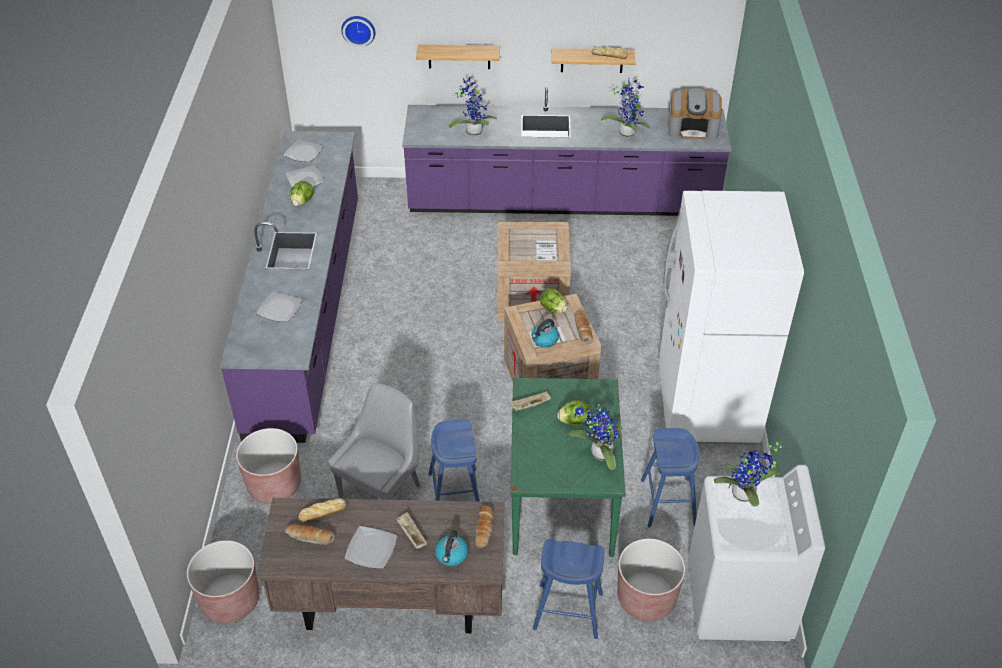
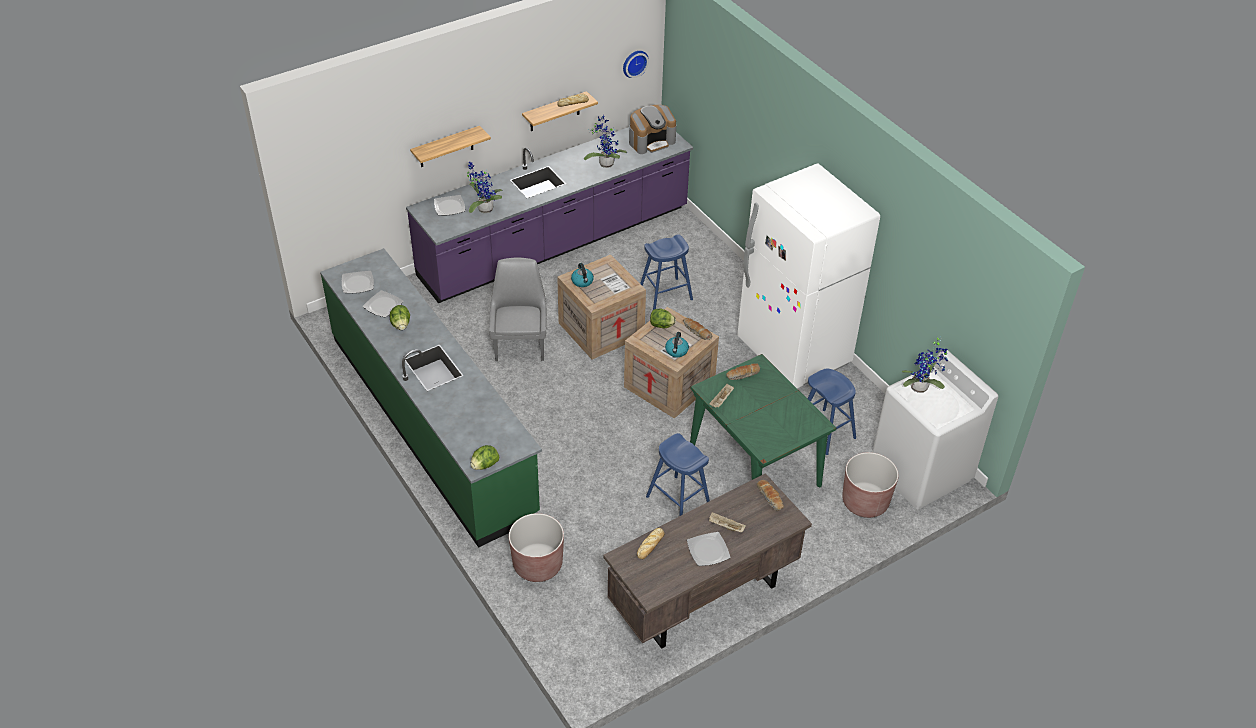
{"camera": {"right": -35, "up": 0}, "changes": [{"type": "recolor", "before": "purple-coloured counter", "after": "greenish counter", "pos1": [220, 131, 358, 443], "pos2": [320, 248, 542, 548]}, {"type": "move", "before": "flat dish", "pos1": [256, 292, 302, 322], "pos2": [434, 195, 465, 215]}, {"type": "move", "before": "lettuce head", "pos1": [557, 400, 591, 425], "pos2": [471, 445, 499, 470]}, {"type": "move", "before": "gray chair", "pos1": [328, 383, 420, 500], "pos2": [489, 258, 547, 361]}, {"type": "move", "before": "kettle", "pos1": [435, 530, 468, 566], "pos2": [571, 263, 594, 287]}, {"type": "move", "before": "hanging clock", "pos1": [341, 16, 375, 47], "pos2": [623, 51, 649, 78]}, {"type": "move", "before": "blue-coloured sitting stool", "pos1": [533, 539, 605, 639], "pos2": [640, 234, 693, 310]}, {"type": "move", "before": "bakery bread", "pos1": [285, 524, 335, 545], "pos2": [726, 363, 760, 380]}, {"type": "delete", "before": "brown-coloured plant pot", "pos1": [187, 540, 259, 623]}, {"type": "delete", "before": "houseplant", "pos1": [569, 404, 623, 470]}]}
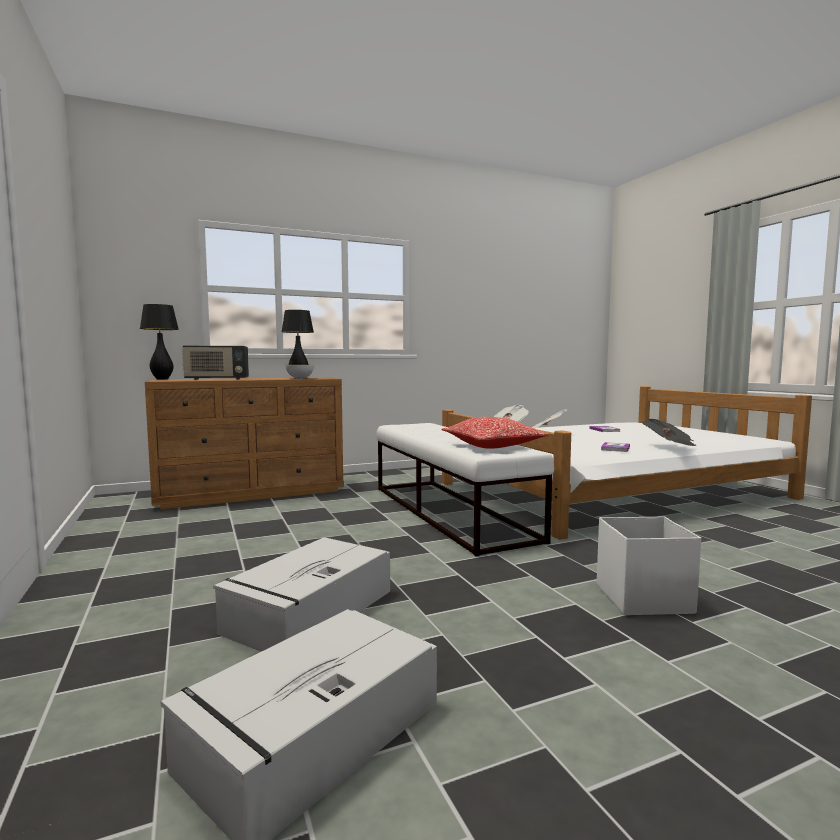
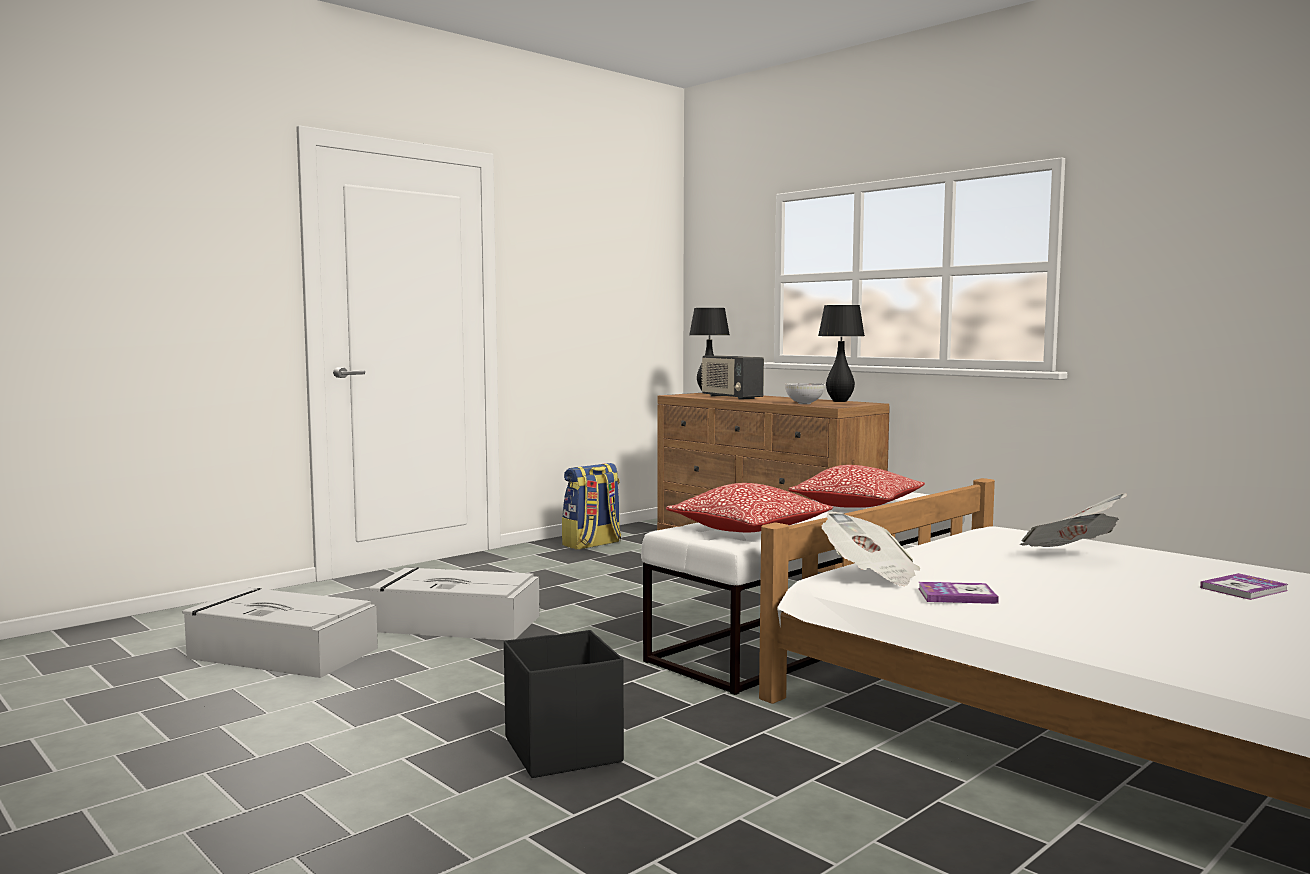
{"camera": {"right": 70, "up": 0}, "changes": [{"type": "recolor", "before": "white-coloured storage box", "after": "blackish storage box", "pos1": [597, 516, 701, 615], "pos2": [504, 630, 624, 778]}, {"type": "insert", "after": "backpack", "pos2": [562, 463, 621, 550]}, {"type": "insert", "after": "throw pillow", "pos2": [788, 465, 925, 508]}, {"type": "move", "before": "daily paper", "pos1": [642, 419, 697, 446], "pos2": [821, 512, 920, 586]}]}
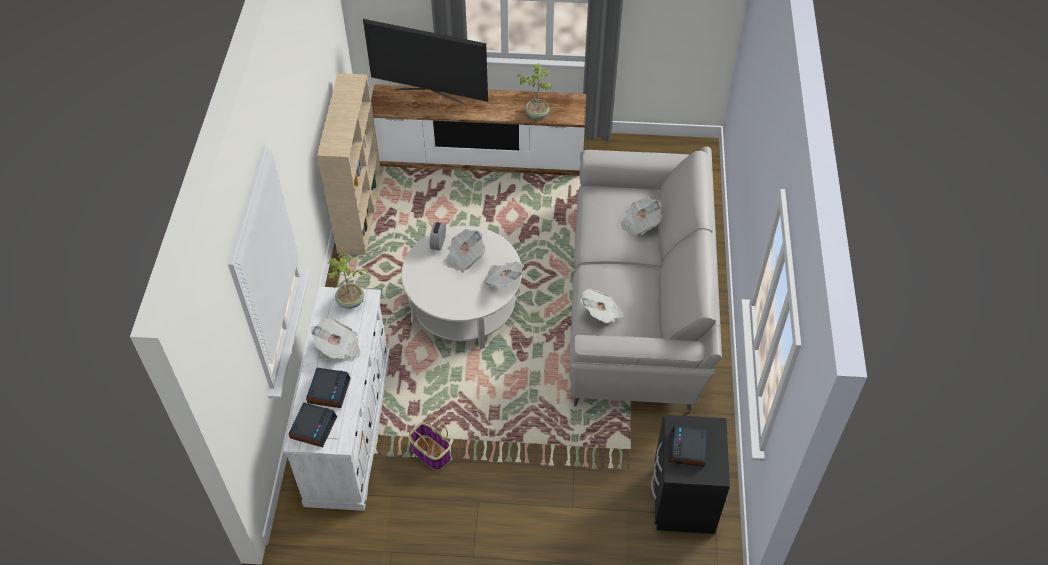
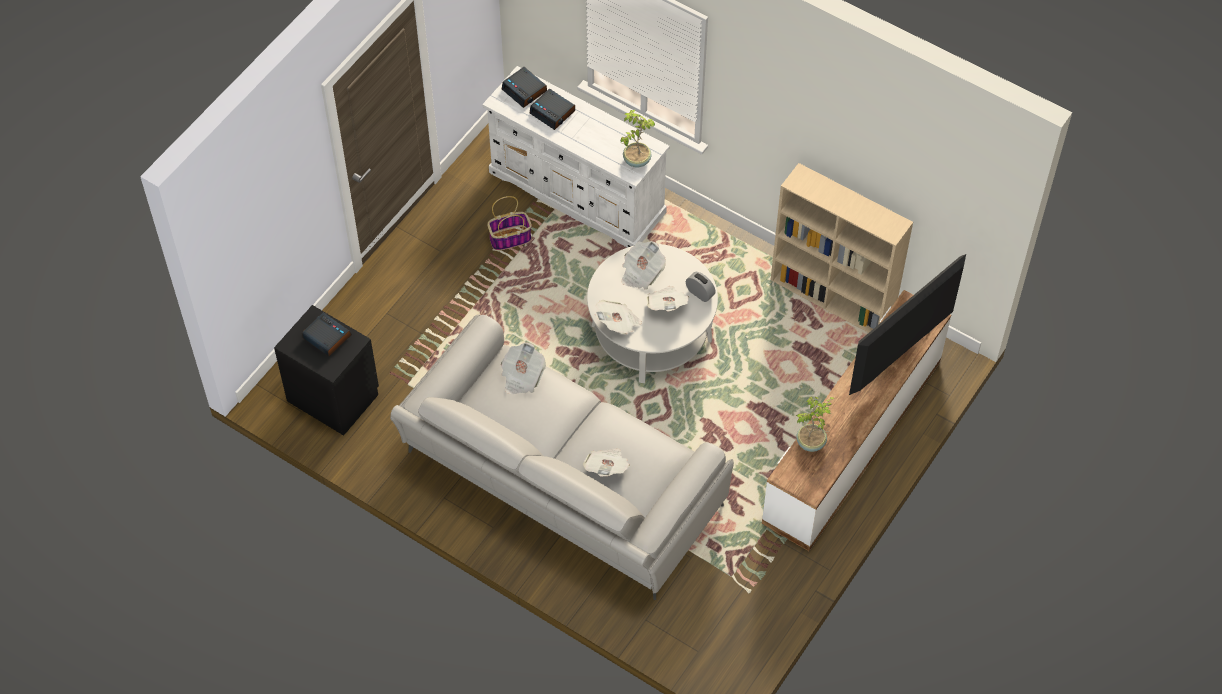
{"camera": {"right": 120, "up": 5}, "changes": [{"type": "move", "before": "daily paper", "pos1": [311, 318, 360, 359], "pos2": [621, 241, 666, 290]}]}
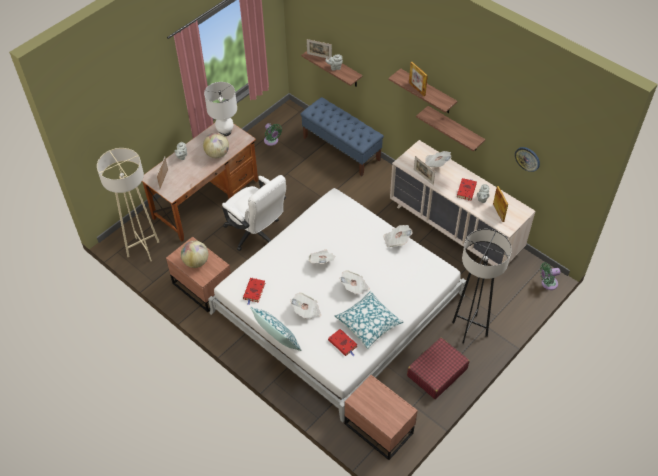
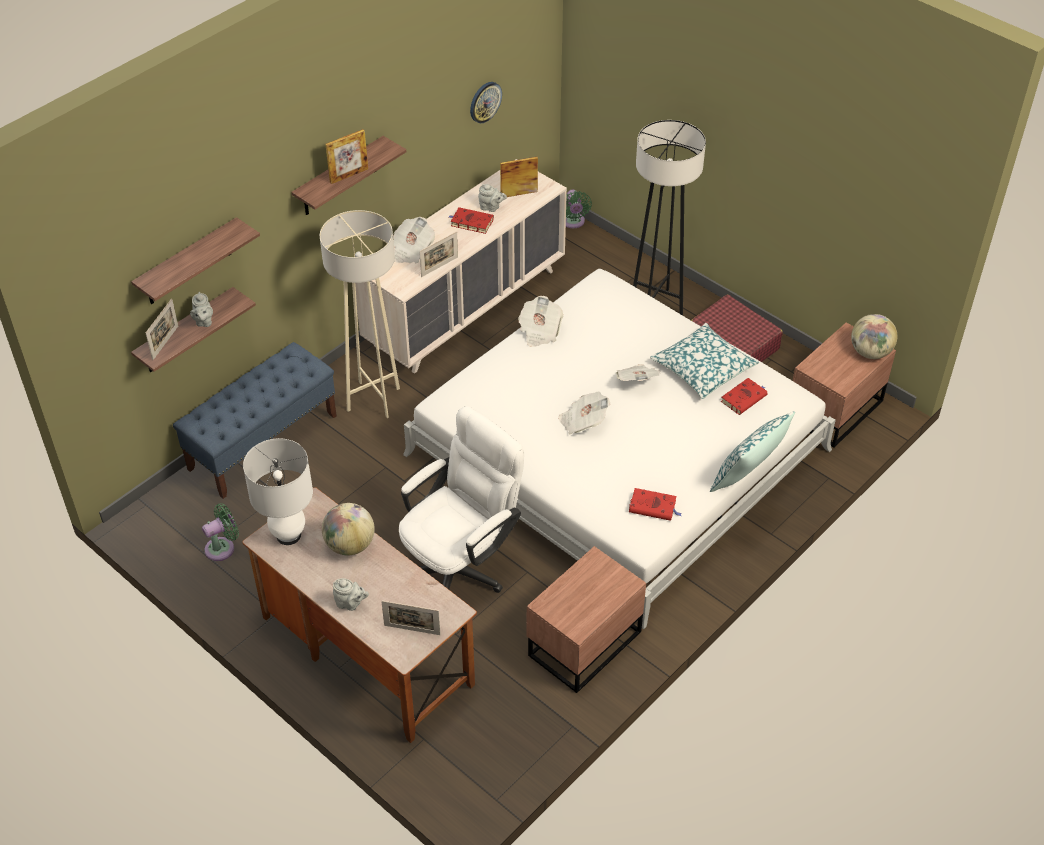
{"camera": {"right": -90, "up": -5}, "changes": [{"type": "move", "before": "wall shelf", "pos1": [416, 106, 485, 151], "pos2": [131, 217, 260, 304]}, {"type": "move", "before": "beige-coloured floor lamp", "pos1": [97, 148, 159, 261], "pos2": [320, 210, 400, 418]}, {"type": "move", "before": "desk globe", "pos1": [181, 241, 208, 268], "pos2": [851, 314, 897, 359]}, {"type": "delete", "before": "daily paper", "pos1": [290, 293, 321, 319]}]}
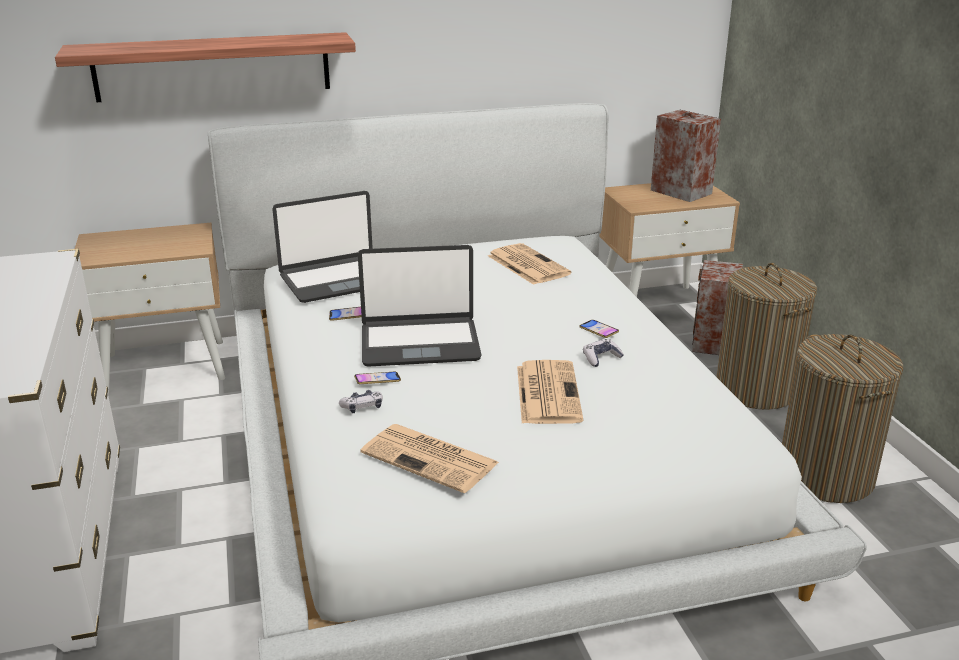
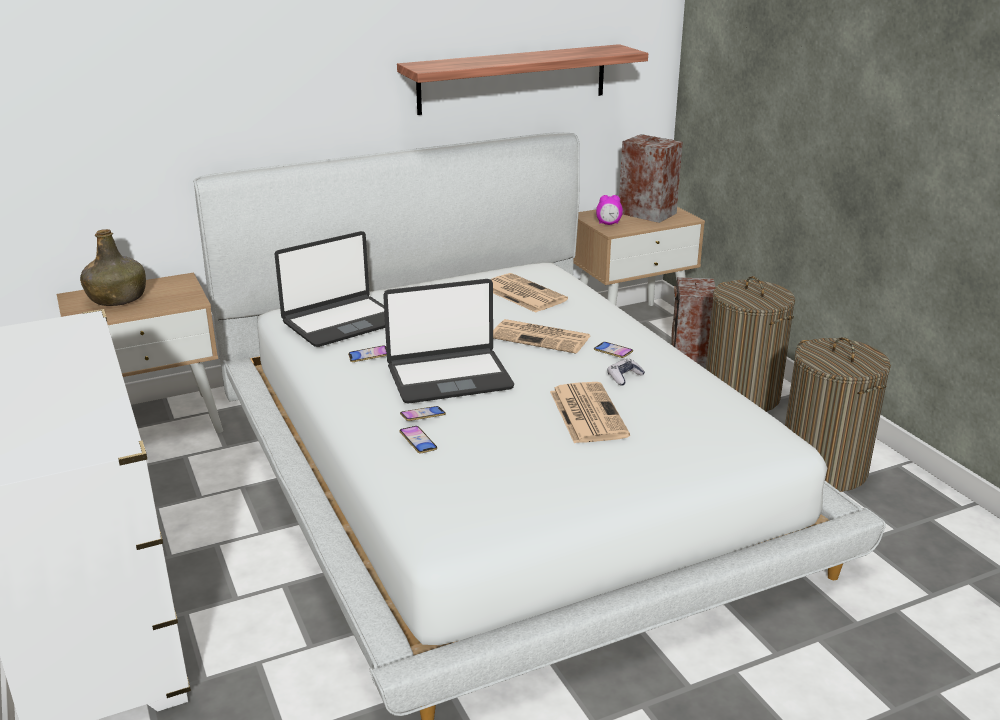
{"camera": {"right": -10, "up": 0}, "changes": [{"type": "insert", "after": "greenish drink bottle", "pos2": [80, 229, 146, 306]}, {"type": "move", "before": "wall shelf", "pos1": [55, 32, 356, 102], "pos2": [397, 44, 648, 115]}, {"type": "replace", "before": "game controller", "after": "handset", "pos1": [339, 390, 383, 413], "pos2": [399, 426, 437, 453]}, {"type": "move", "before": "daily paper", "pos1": [361, 424, 499, 493], "pos2": [493, 319, 590, 353]}, {"type": "insert", "after": "alarm clock", "pos2": [596, 195, 623, 225]}]}
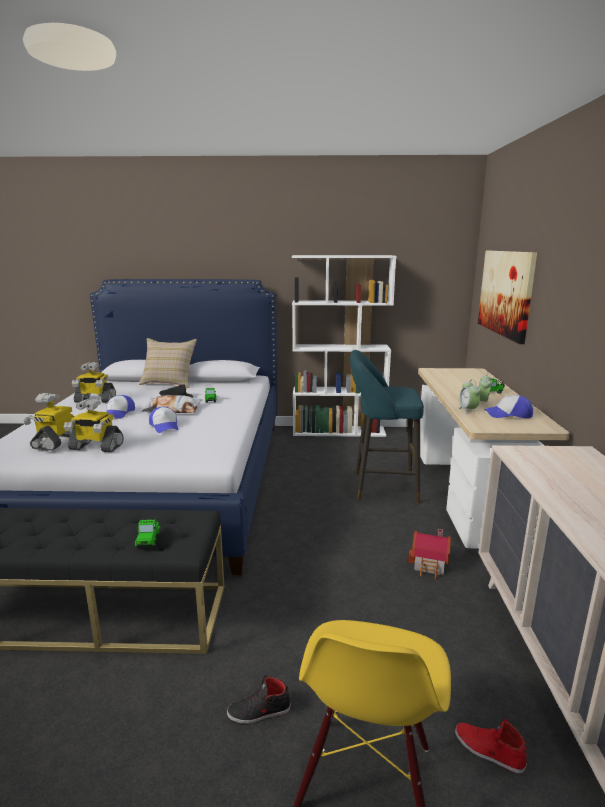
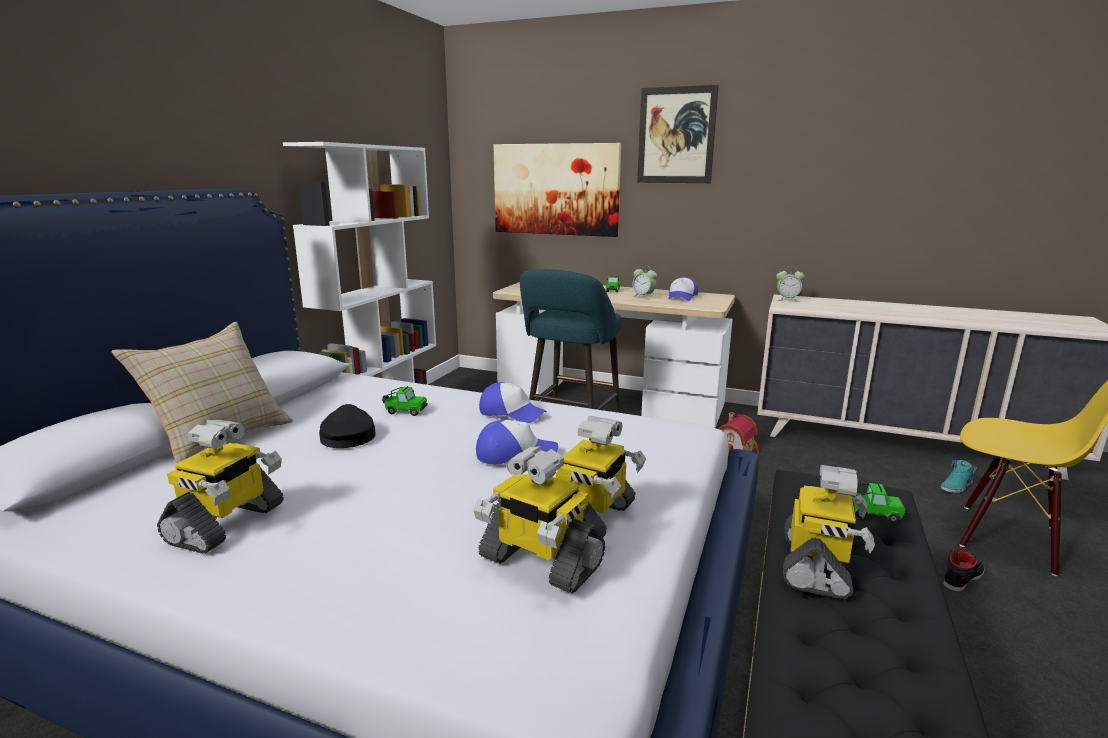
{"camera": {"right": -70, "up": 0}, "changes": [{"type": "move", "before": "peaked cap", "pos1": [107, 395, 135, 419], "pos2": [479, 382, 547, 423]}, {"type": "insert", "after": "wall art", "pos2": [637, 85, 719, 183]}, {"type": "move", "before": "alarm clock", "pos1": [458, 379, 481, 415], "pos2": [776, 267, 805, 302]}, {"type": "insert", "after": "model robot", "pos2": [783, 465, 875, 600]}, {"type": "recolor", "before": "red shoe", "after": "blue-green shoe", "pos1": [455, 719, 527, 774], "pos2": [940, 460, 977, 493]}, {"type": "rotate", "before": "blackish shoe", "pos1": [227, 675, 291, 724], "pos2": [943, 549, 985, 592], "turn": -135}, {"type": "delete", "before": "throw pillow", "pos1": [142, 395, 203, 413]}]}
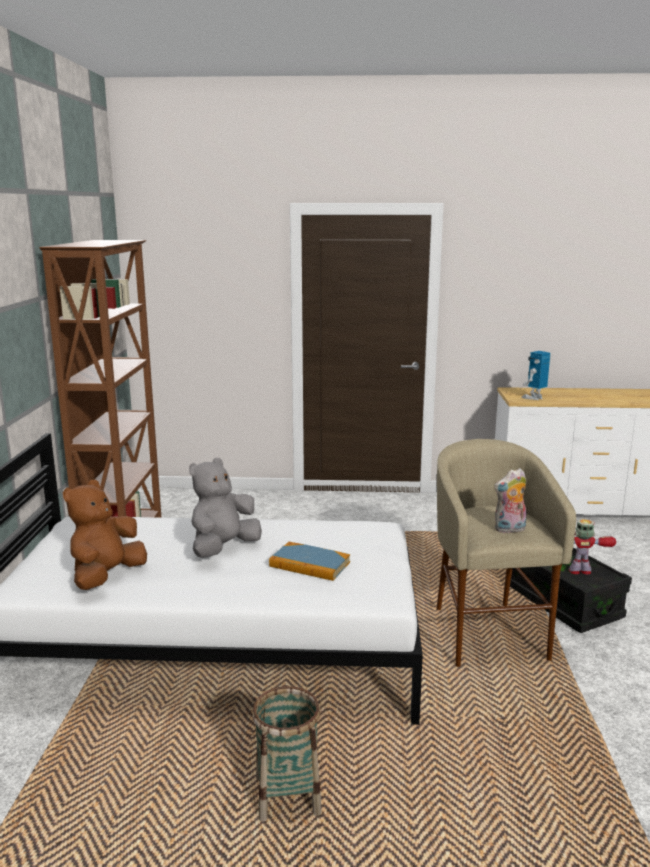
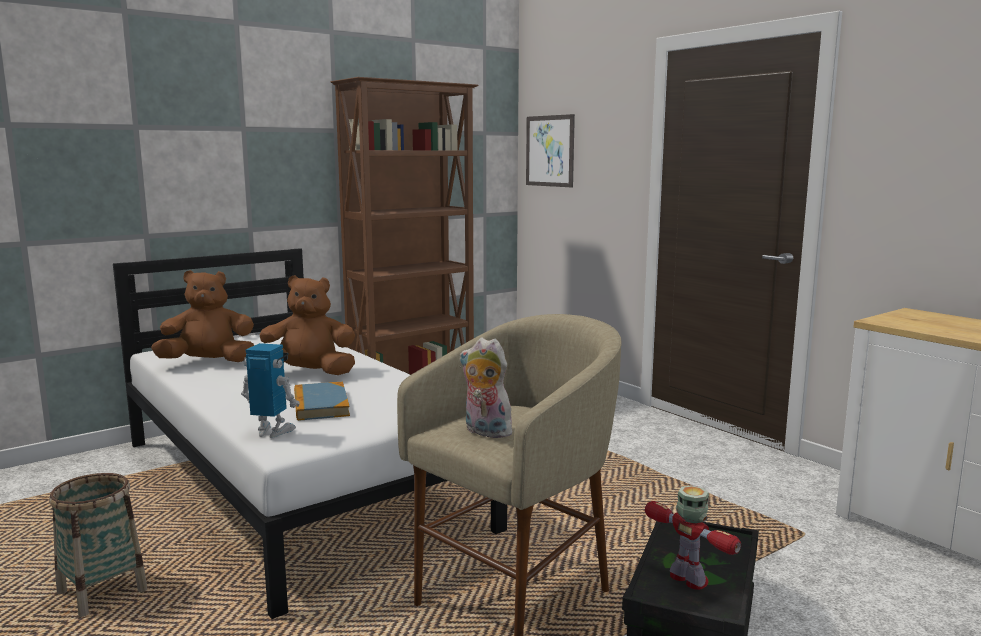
{"camera": {"right": 50, "up": -5}, "changes": [{"type": "move", "before": "model robot", "pos1": [521, 351, 551, 400], "pos2": [241, 343, 300, 438]}, {"type": "recolor", "before": "gray soft toy", "after": "brown-coloured soft toy", "pos1": [189, 458, 262, 558], "pos2": [260, 275, 355, 375]}, {"type": "insert", "after": "wall art", "pos2": [526, 114, 575, 187]}]}
